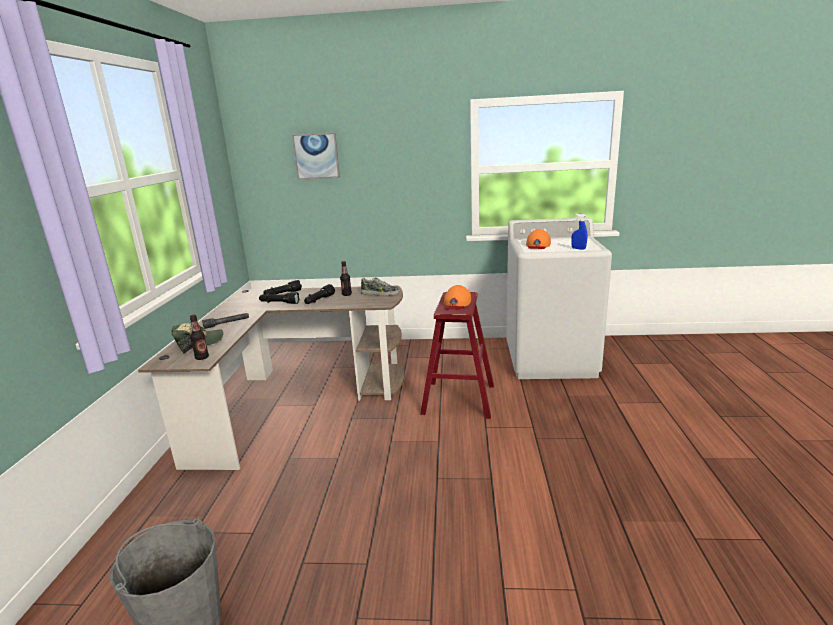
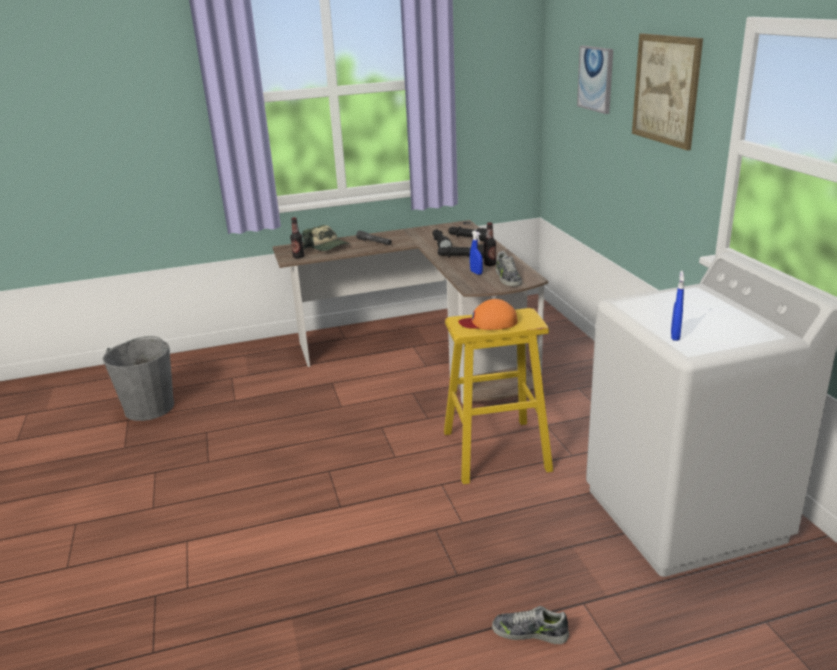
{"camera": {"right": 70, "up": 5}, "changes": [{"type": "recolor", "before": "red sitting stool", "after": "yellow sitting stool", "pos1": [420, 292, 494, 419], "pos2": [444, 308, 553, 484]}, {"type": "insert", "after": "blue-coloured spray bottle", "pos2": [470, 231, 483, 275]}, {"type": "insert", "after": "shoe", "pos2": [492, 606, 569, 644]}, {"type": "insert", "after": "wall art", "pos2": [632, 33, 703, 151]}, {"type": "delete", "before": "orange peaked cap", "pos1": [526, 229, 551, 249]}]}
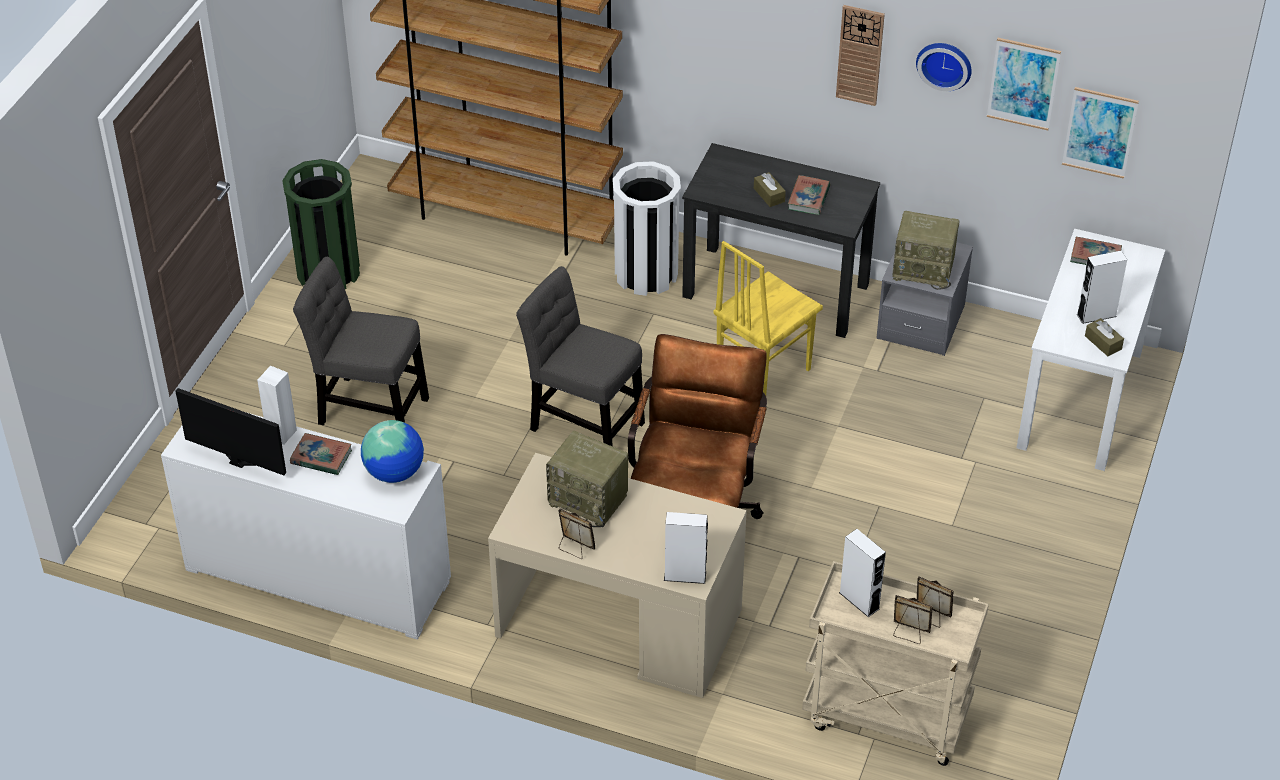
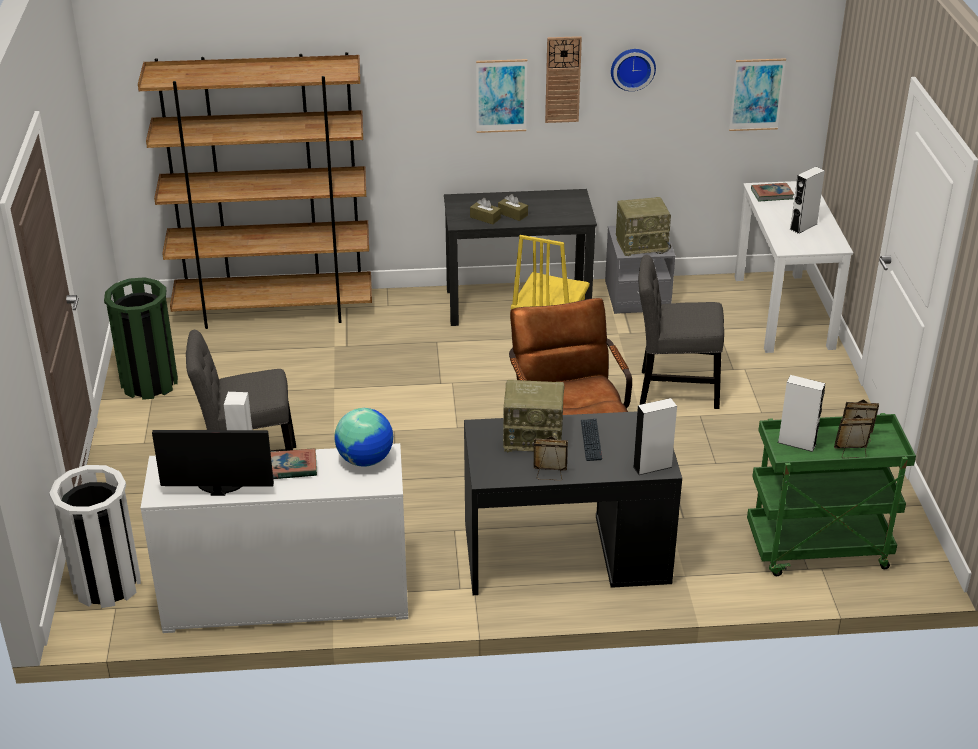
{"camera": {"right": -25, "up": -10}, "changes": [{"type": "move", "before": "white-coloured waste bin", "pos1": [613, 161, 681, 296], "pos2": [49, 465, 141, 608]}, {"type": "recolor", "before": "beige-coloured desk", "after": "blackish desk", "pos1": [488, 453, 747, 698], "pos2": [464, 411, 682, 595]}, {"type": "move", "before": "brown-coloured tissue box", "pos1": [1085, 318, 1124, 356], "pos2": [470, 198, 501, 224]}, {"type": "move", "before": "wall art", "pos1": [987, 38, 1061, 130], "pos2": [476, 59, 527, 133]}, {"type": "insert", "after": "computer keyboard", "pos2": [581, 419, 602, 461]}, {"type": "move", "before": "gray chair", "pos1": [516, 266, 645, 446], "pos2": [638, 255, 724, 409]}, {"type": "recolor", "before": "beige-coloured cart", "after": "greenish cart", "pos1": [802, 561, 989, 766], "pos2": [747, 413, 916, 576]}, {"type": "delete", "before": "volume", "pos1": [788, 175, 830, 215]}]}
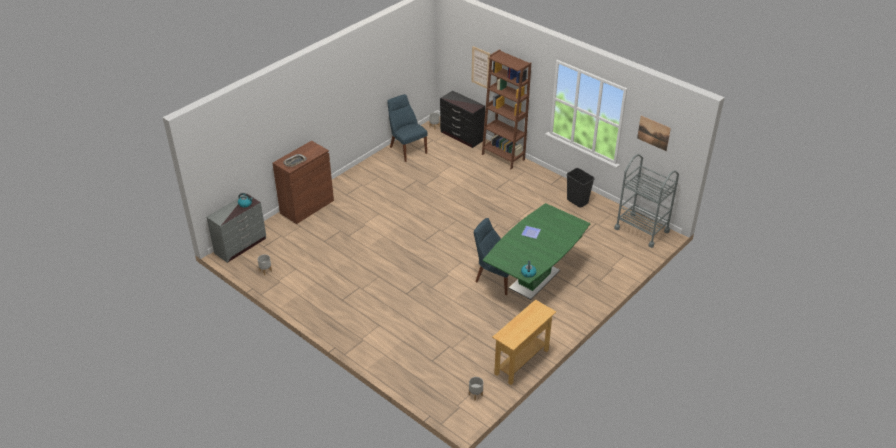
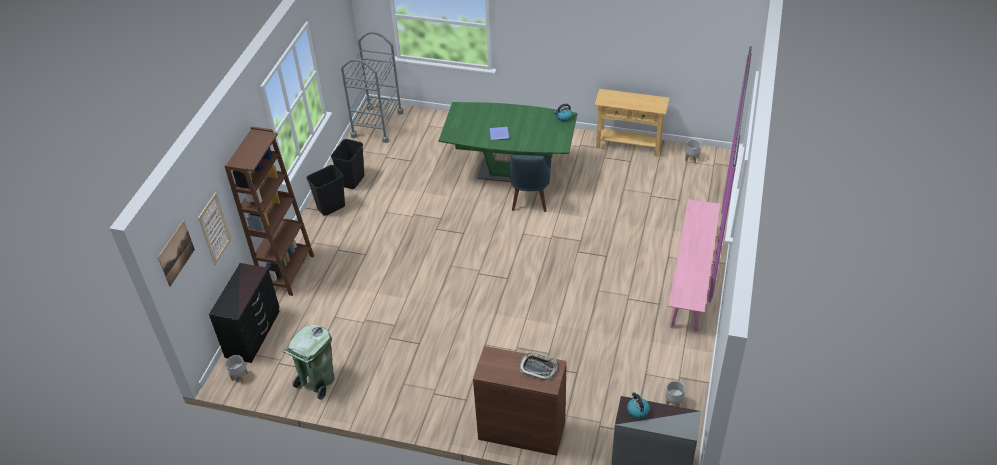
{"camera": {"right": -115, "up": 5}, "changes": [{"type": "move", "before": "wall art", "pos1": [637, 116, 671, 151], "pos2": [158, 220, 195, 287]}, {"type": "replace", "before": "blue-coloured chair", "after": "greenish waste bin", "pos1": [387, 94, 428, 162], "pos2": [282, 325, 335, 400]}, {"type": "insert", "after": "blackish waste bin", "pos2": [306, 165, 345, 216]}, {"type": "insert", "after": "pink bench", "pos2": [668, 199, 721, 332]}]}
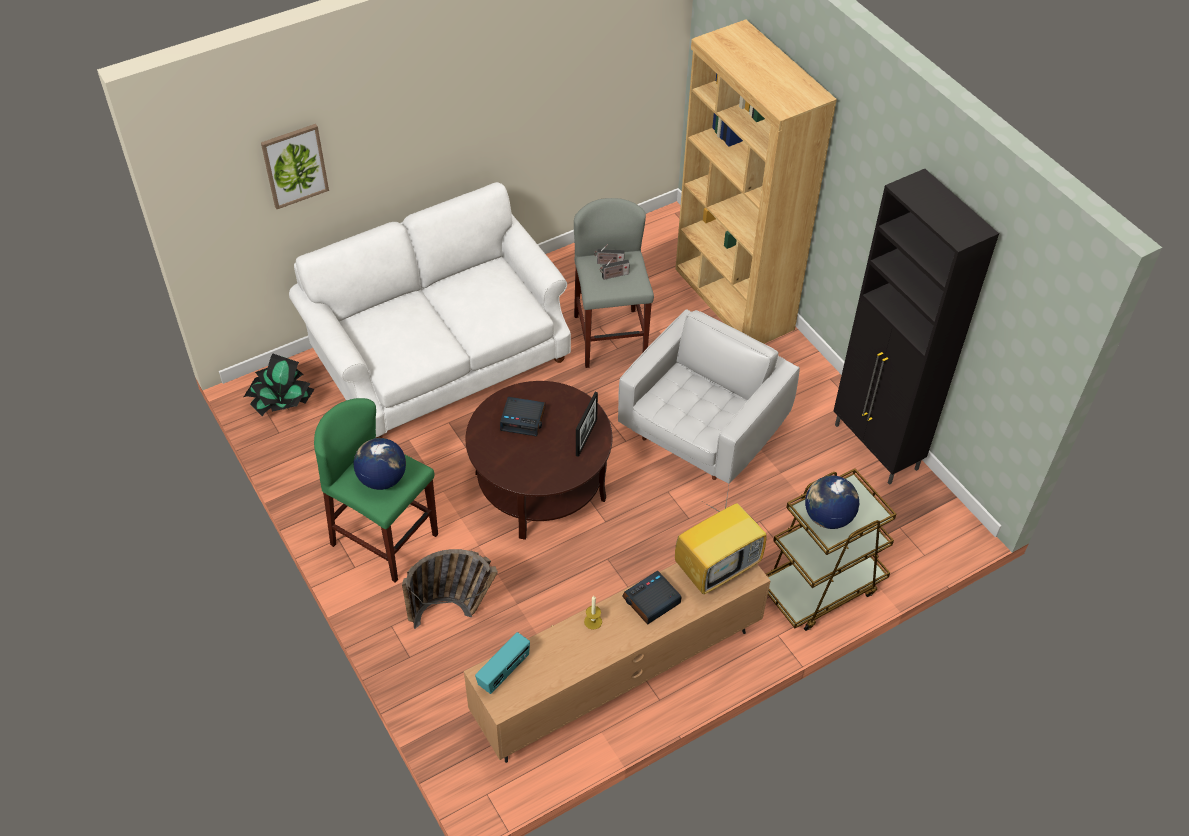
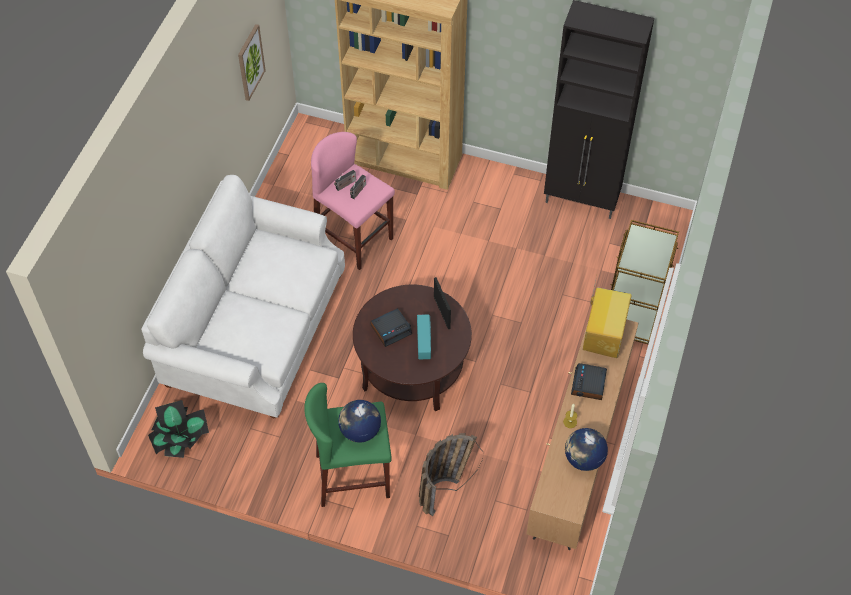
{"camera": {"right": -40, "up": 5}, "changes": [{"type": "move", "before": "wall art", "pos1": [261, 124, 329, 209], "pos2": [238, 24, 266, 101]}, {"type": "recolor", "before": "gray sitting stool", "after": "pink sitting stool", "pos1": [574, 198, 654, 368], "pos2": [311, 132, 395, 270]}, {"type": "move", "before": "radio set", "pos1": [475, 632, 530, 694], "pos2": [417, 314, 431, 359]}, {"type": "move", "before": "desk globe", "pos1": [805, 475, 859, 529], "pos2": [565, 428, 608, 471]}, {"type": "delete", "before": "white-coloured armchair", "pos1": [618, 309, 800, 484]}]}
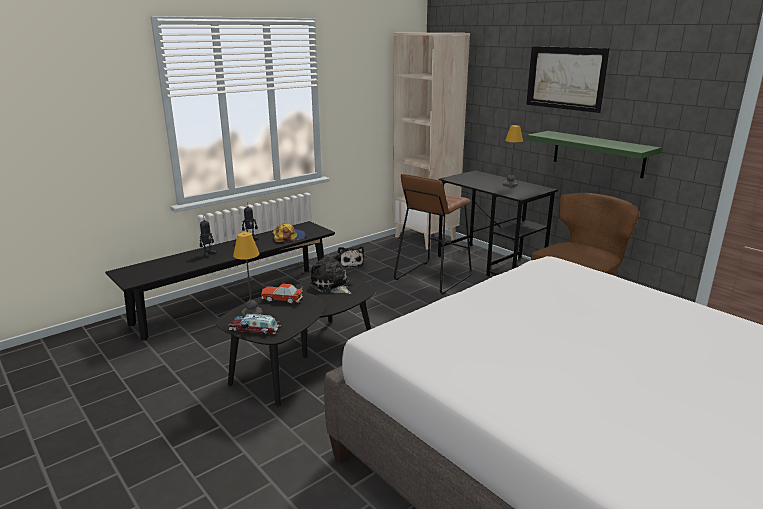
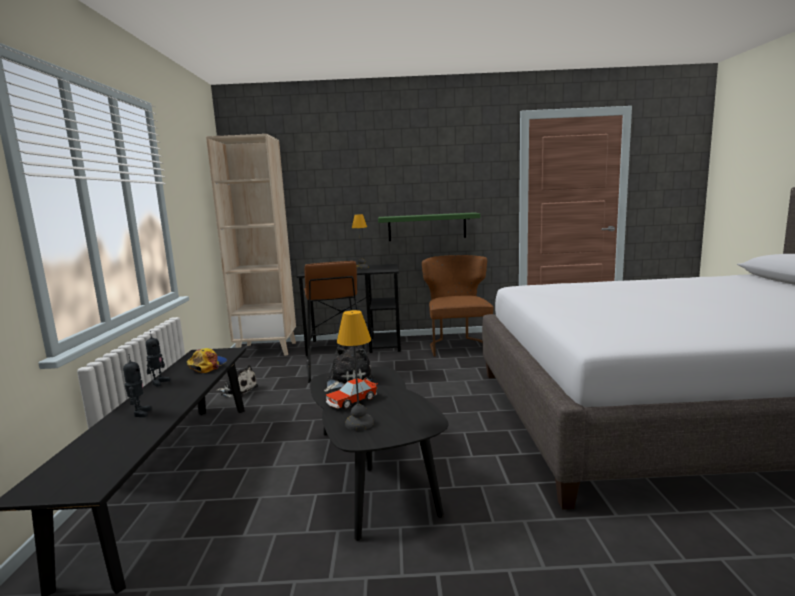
{"camera": {"right": -50, "up": -10}, "changes": [{"type": "rotate", "before": "soft toy", "pos1": [310, 253, 351, 294], "pos2": [324, 346, 374, 392], "turn": 135}, {"type": "delete", "before": "toy car", "pos1": [228, 314, 281, 334]}, {"type": "delete", "before": "wall art", "pos1": [526, 46, 610, 113]}]}
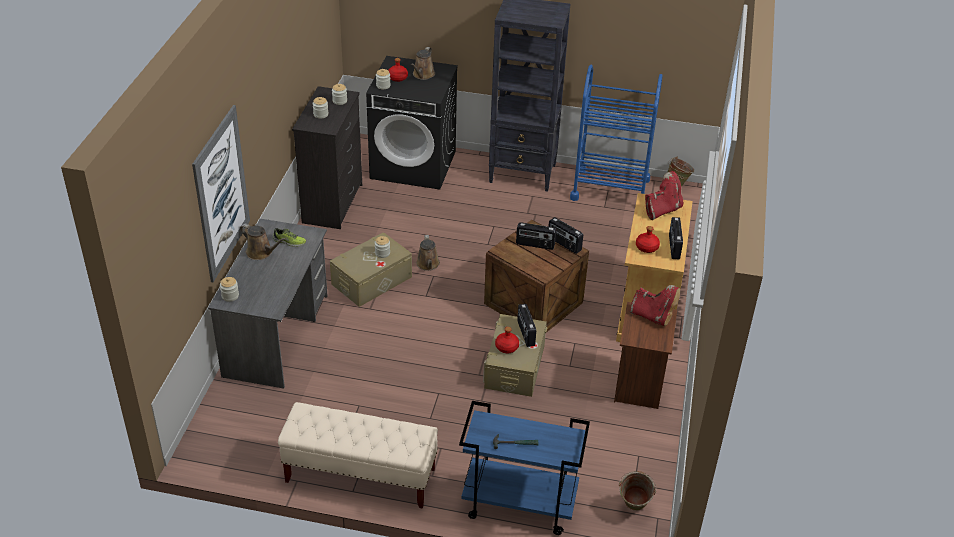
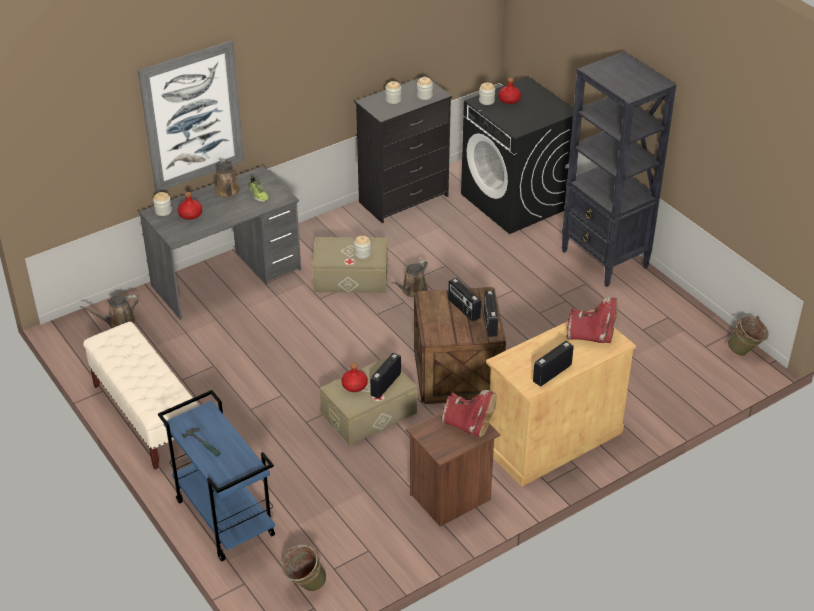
{"camera": {"right": 45, "up": 0}, "changes": [{"type": "move", "before": "brown-coloured watering can", "pos1": [411, 47, 435, 80], "pos2": [80, 295, 139, 328]}, {"type": "move", "before": "red drink bottle", "pos1": [636, 226, 660, 253], "pos2": [178, 192, 202, 220]}, {"type": "rotate", "before": "red tall boot", "pos1": [630, 285, 680, 326], "pos2": [441, 390, 497, 437], "turn": -45}, {"type": "delete", "before": "blue-coloured cart", "pos1": [570, 65, 663, 201]}]}
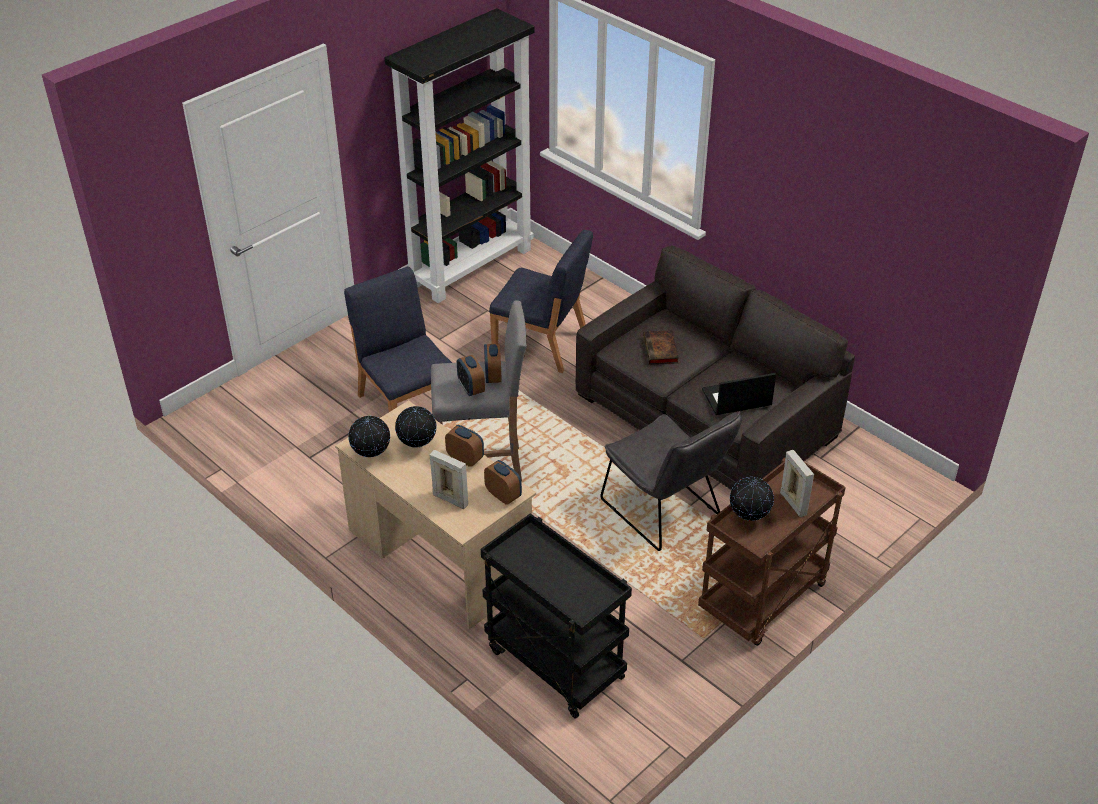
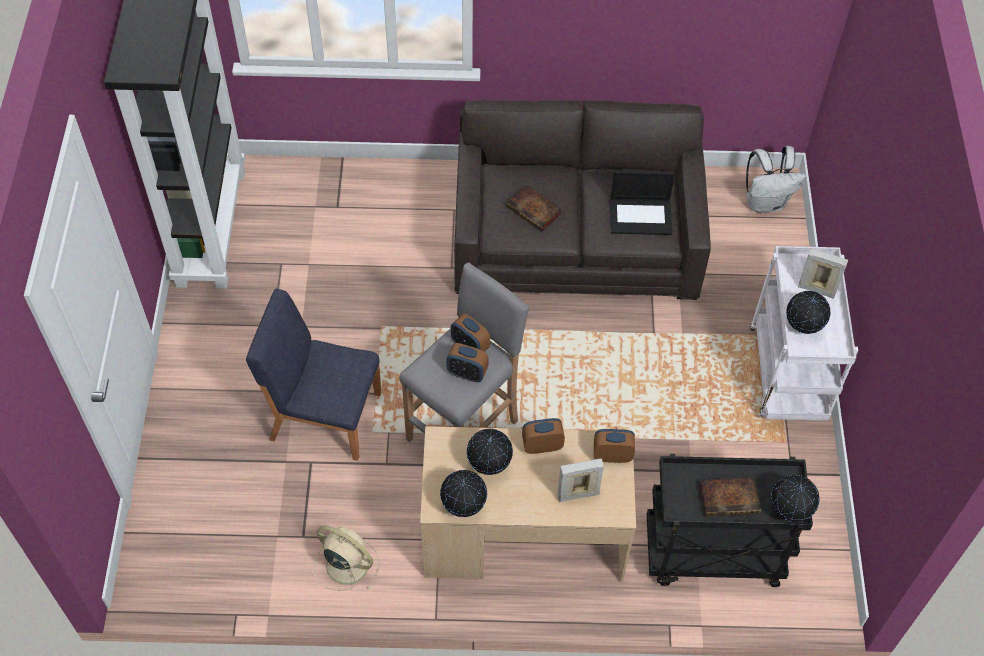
{"camera": {"right": -45, "up": 15}, "changes": [{"type": "insert", "after": "beige-coloured cooling fan", "pos2": [314, 526, 380, 591]}, {"type": "rotate", "before": "portable computer", "pos1": [702, 373, 776, 415], "pos2": [610, 171, 675, 235], "turn": -120}, {"type": "insert", "after": "volume", "pos2": [699, 477, 761, 516]}, {"type": "insert", "after": "white-coloured backpack", "pos2": [746, 146, 806, 213]}, {"type": "recolor", "before": "brown-coloured cart", "after": "white-coloured cart", "pos1": [698, 458, 846, 646], "pos2": [750, 246, 858, 421]}, {"type": "insert", "after": "desk globe", "pos2": [771, 475, 819, 522]}, {"type": "delete", "before": "blue-coloured chair", "pos1": [489, 230, 593, 373]}, {"type": "delete", "before": "gray chair", "pos1": [600, 411, 742, 551]}]}
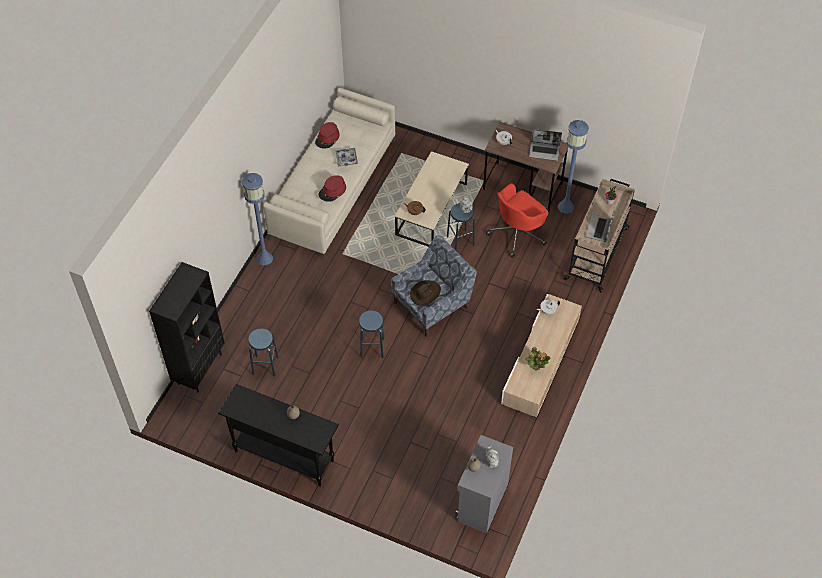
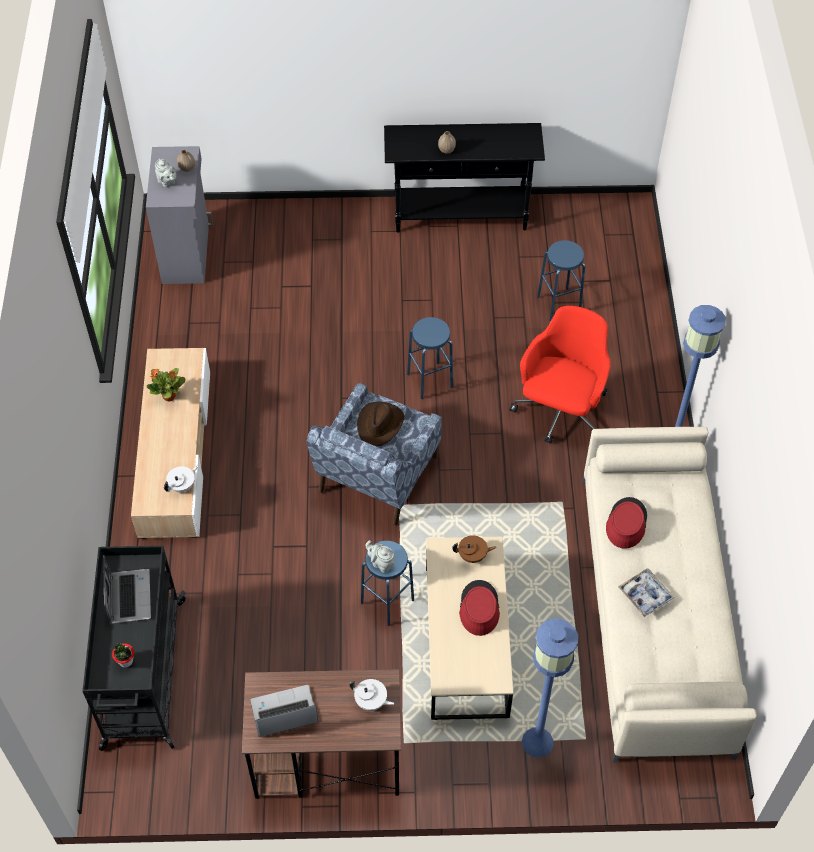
{"camera": {"right": 155, "up": 0}, "changes": [{"type": "recolor", "before": "beige-coloured cart", "after": "blackish cart", "pos1": [563, 179, 635, 293], "pos2": [82, 546, 186, 751]}, {"type": "move", "before": "red wearable hat", "pos1": [315, 122, 340, 148], "pos2": [459, 580, 500, 636]}, {"type": "move", "before": "red computer chair", "pos1": [486, 183, 548, 258], "pos2": [509, 306, 611, 443]}, {"type": "move", "before": "blue-coloured floor lamp", "pos1": [558, 120, 589, 213], "pos2": [521, 618, 578, 758]}, {"type": "delete", "before": "blackish shelving unit", "pos1": [149, 262, 225, 392]}]}
